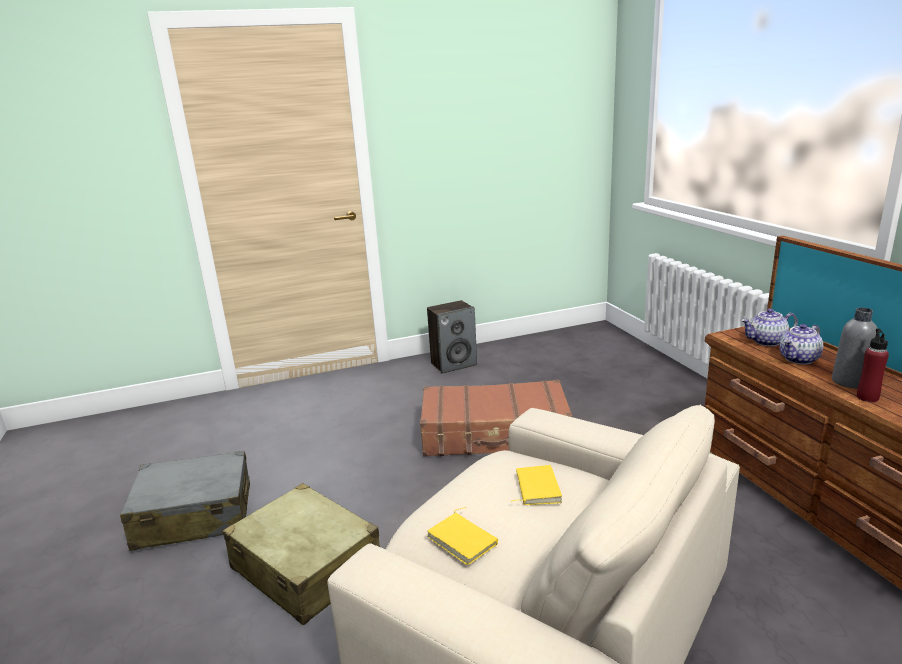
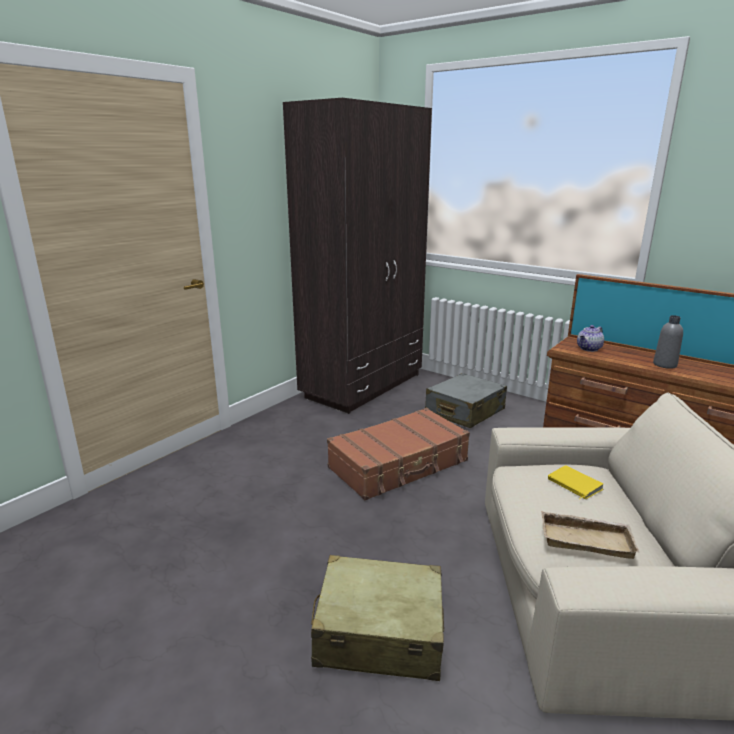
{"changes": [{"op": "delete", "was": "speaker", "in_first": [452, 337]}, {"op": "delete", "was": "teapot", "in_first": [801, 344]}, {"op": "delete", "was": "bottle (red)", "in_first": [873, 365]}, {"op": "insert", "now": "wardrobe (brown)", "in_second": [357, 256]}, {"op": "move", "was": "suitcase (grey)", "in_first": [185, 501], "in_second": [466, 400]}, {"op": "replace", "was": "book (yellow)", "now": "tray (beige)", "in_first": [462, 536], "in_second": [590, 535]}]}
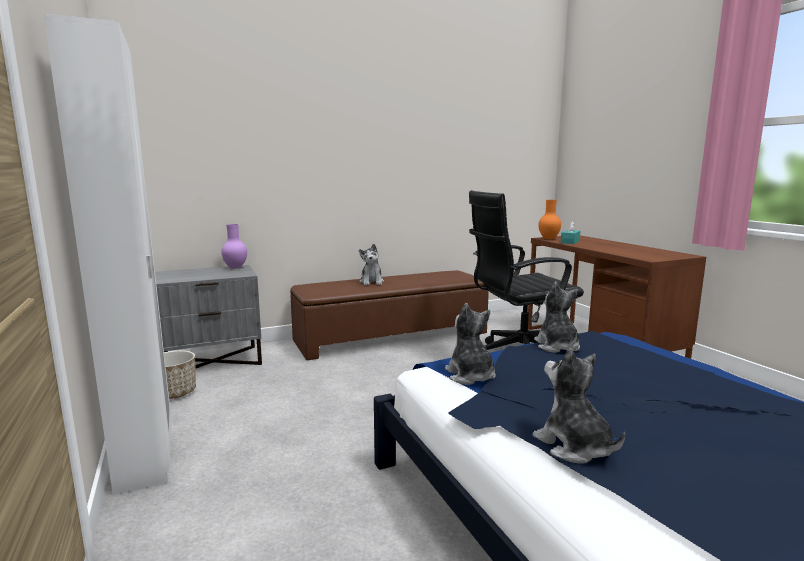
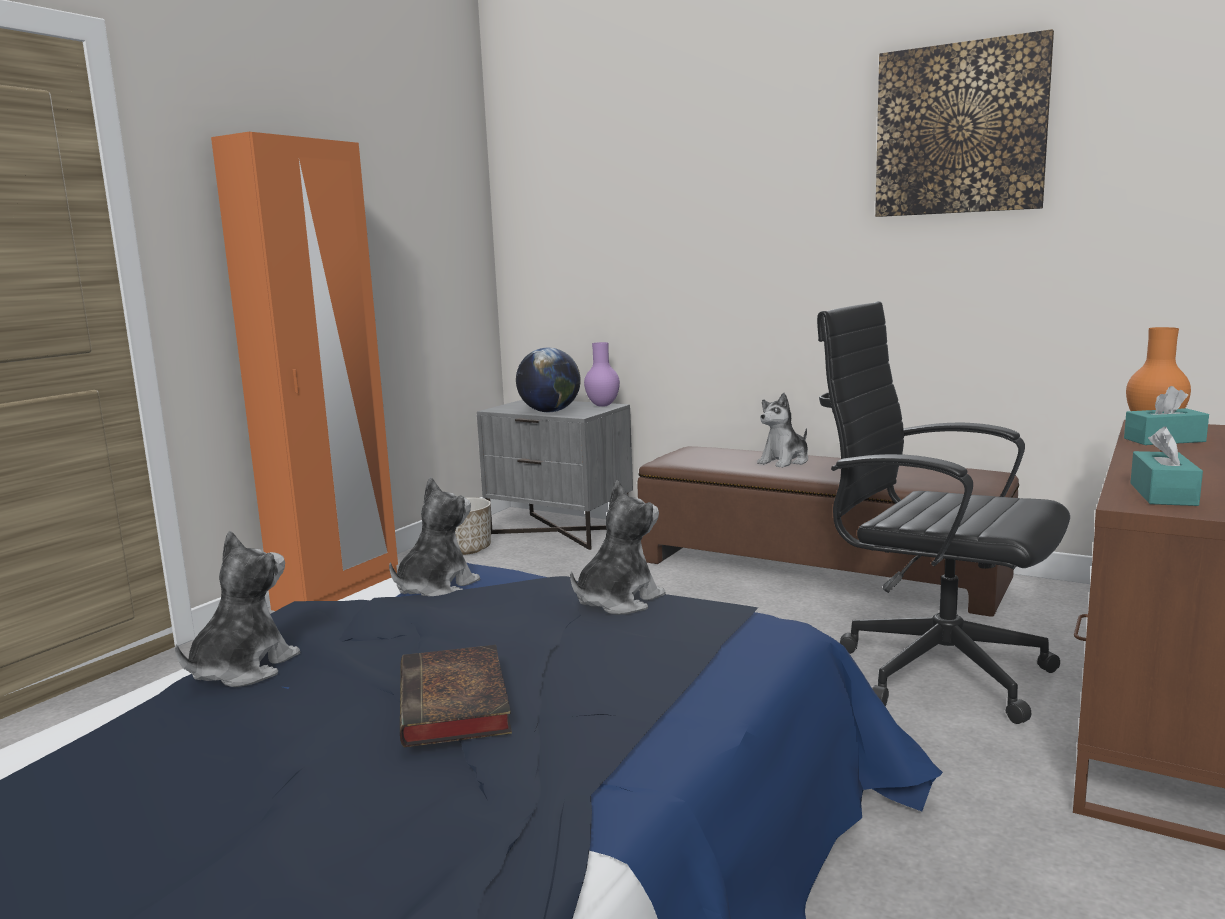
{"changes": [{"op": "insert", "now": "book", "in_second": [456, 696]}, {"op": "insert", "now": "globe", "in_second": [548, 380]}, {"op": "insert", "now": "picture", "in_second": [964, 123]}, {"op": "insert", "now": "tissue box (turquoise)", "in_second": [1166, 466]}, {"op": "recolor", "was": "wardrobe (white)", "now": "wardrobe (orange)", "in_first": [107, 254], "in_second": [304, 371]}]}
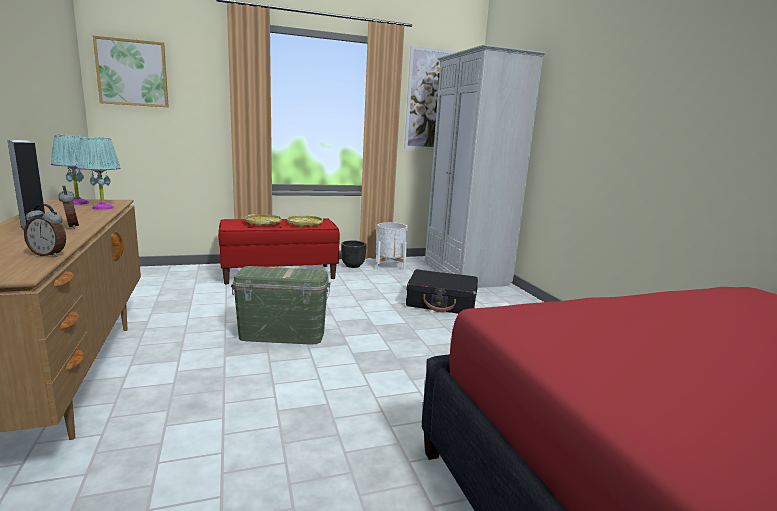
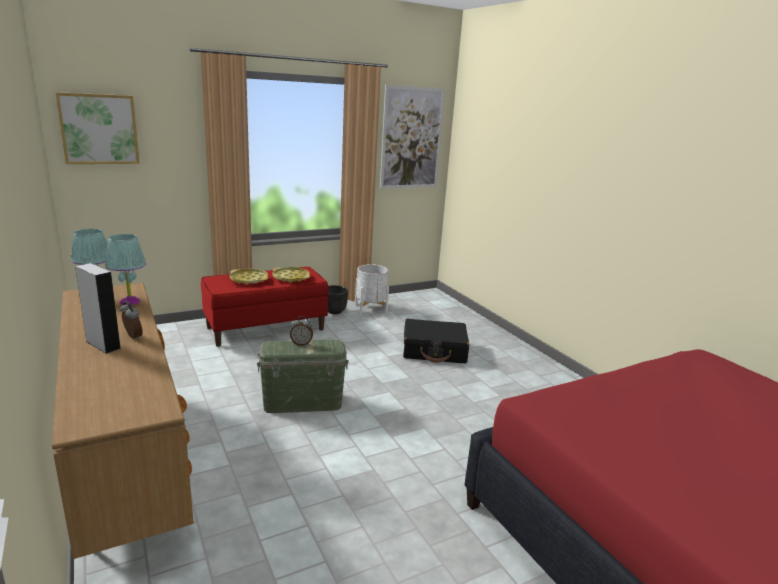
{"changes": [{"op": "delete", "was": "wardrobe (white)", "in_first": [485, 166]}, {"op": "move", "was": "alarm clock", "in_first": [45, 230], "in_second": [301, 331]}]}
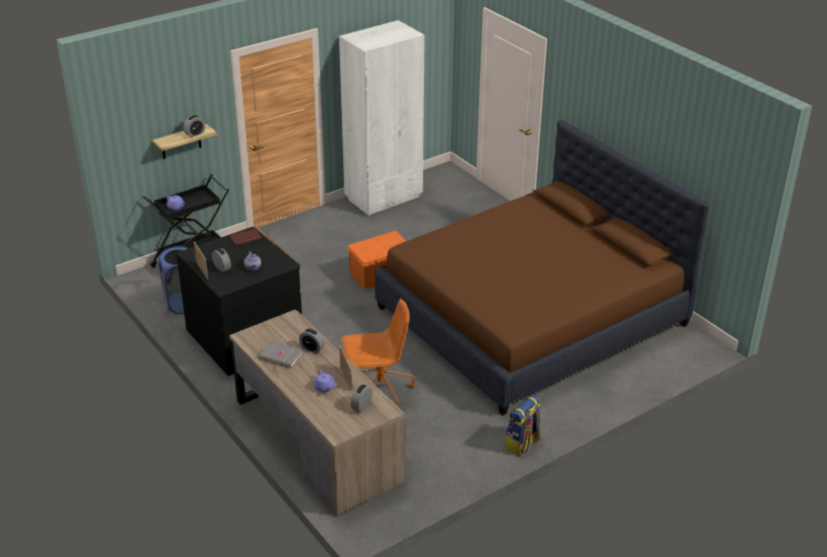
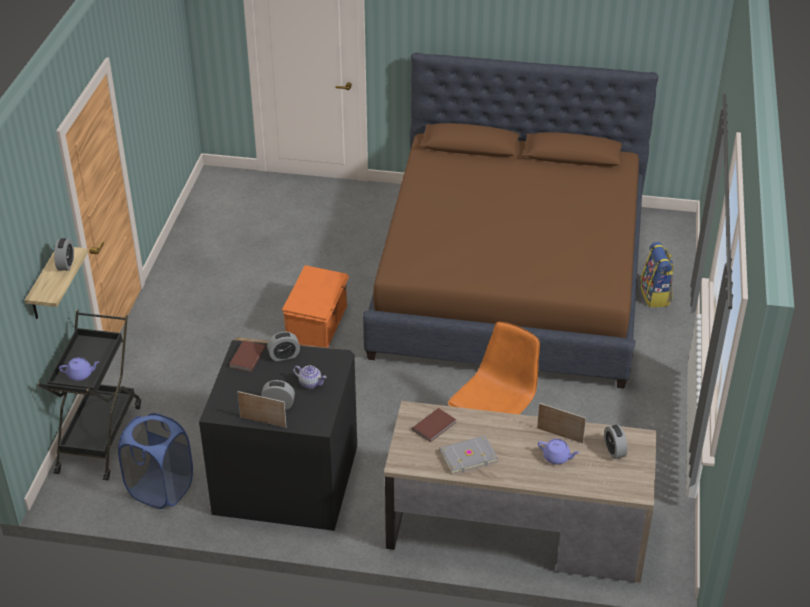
{"changes": [{"op": "delete", "was": "wardrobe (white)", "in_first": [382, 118]}, {"op": "insert", "now": "book (brown)", "in_second": [434, 425]}, {"op": "move", "was": "alarm clock", "in_first": [312, 340], "in_second": [283, 346]}, {"op": "move", "was": "backpack", "in_first": [523, 425], "in_second": [657, 275]}]}
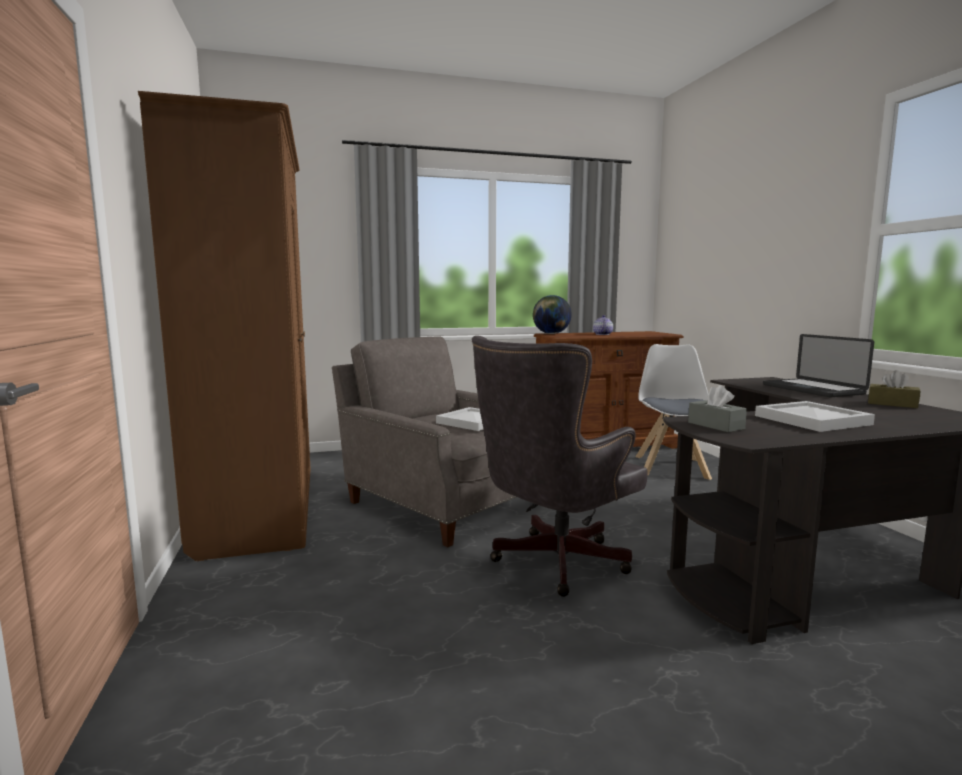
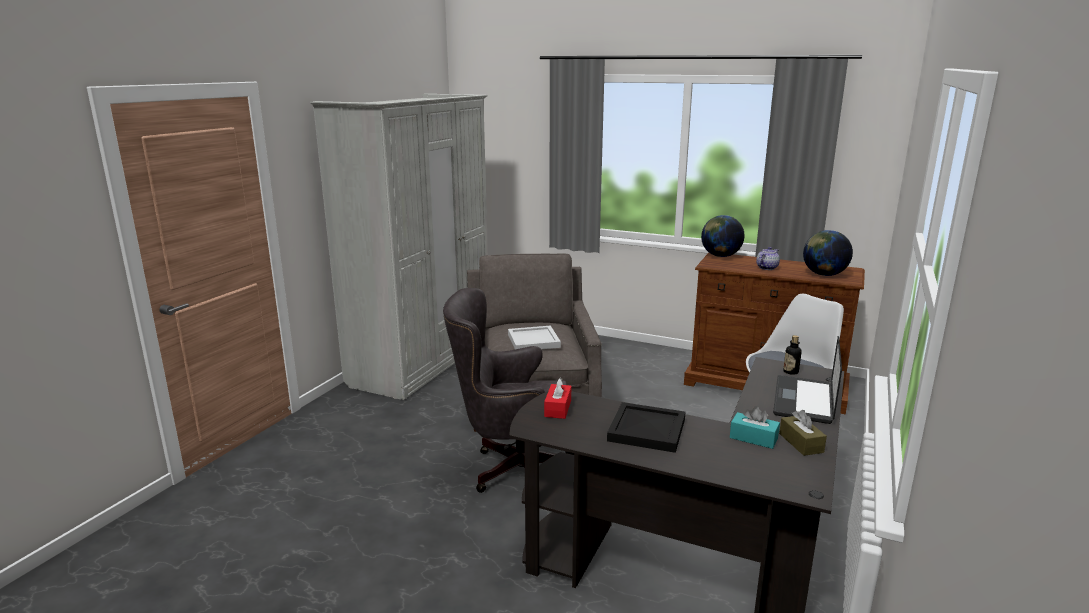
{"changes": [{"op": "insert", "now": "tissue box (turquoise)", "in_second": [755, 427]}, {"op": "insert", "now": "bottle", "in_second": [792, 355]}, {"op": "insert", "now": "globe", "in_second": [828, 253]}, {"op": "recolor", "was": "wardrobe (brown)", "now": "wardrobe (white)", "in_first": [224, 326], "in_second": [399, 247]}, {"op": "recolor", "was": "tissue box (grey)", "now": "tissue box (red)", "in_first": [717, 408], "in_second": [557, 398]}, {"op": "recolor", "was": "tray (white)", "now": "tray (black)", "in_first": [815, 416], "in_second": [646, 427]}]}
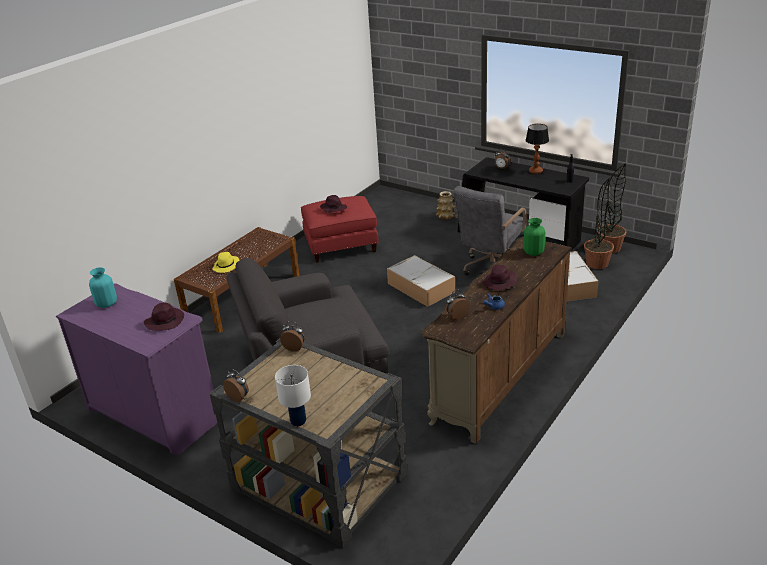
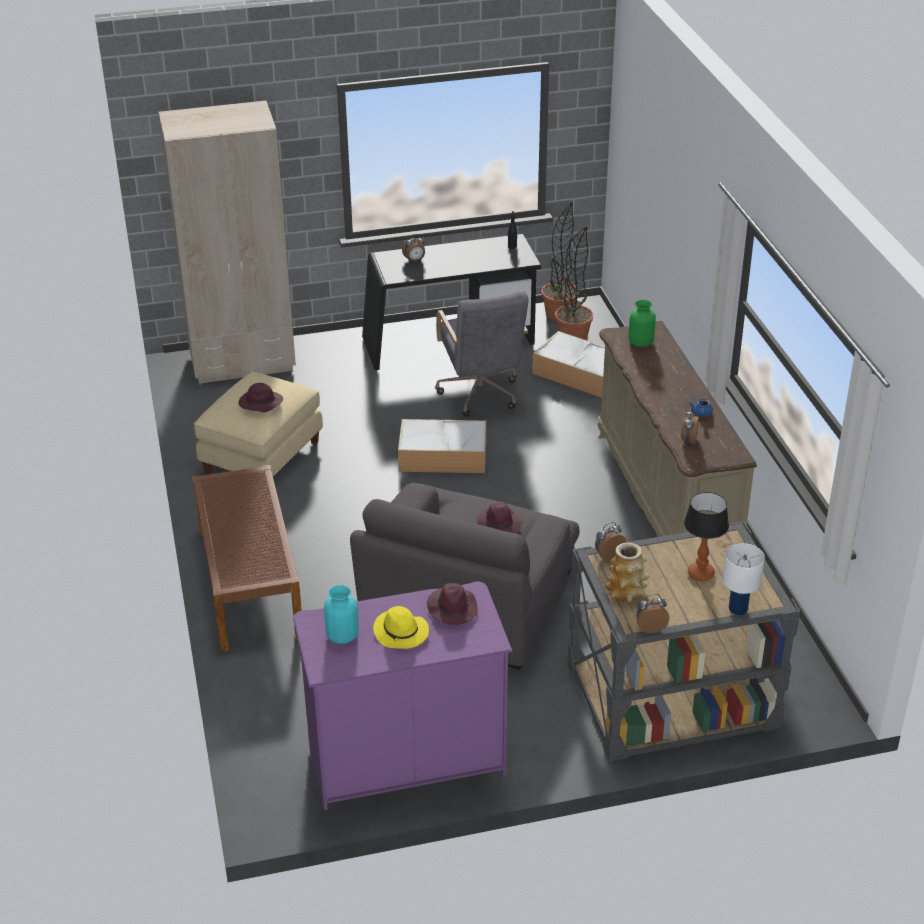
{"changes": [{"op": "insert", "now": "wardrobe (beige)", "in_second": [227, 243]}, {"op": "move", "was": "hat (yellow)", "in_first": [225, 262], "in_second": [401, 627]}, {"op": "move", "was": "vase", "in_first": [446, 205], "in_second": [626, 573]}, {"op": "move", "was": "hat (purple)", "in_first": [499, 277], "in_second": [499, 517]}, {"op": "move", "was": "table lamp", "in_first": [537, 149], "in_second": [706, 536]}, {"op": "recolor", "was": "ottoman (red)", "now": "ottoman (beige)", "in_first": [340, 229], "in_second": [258, 432]}]}
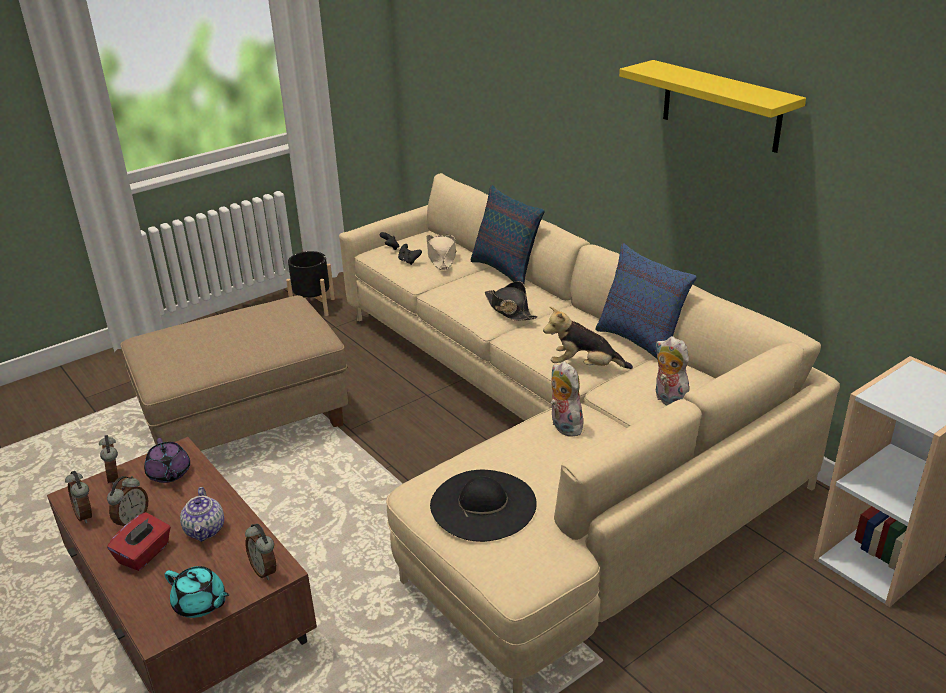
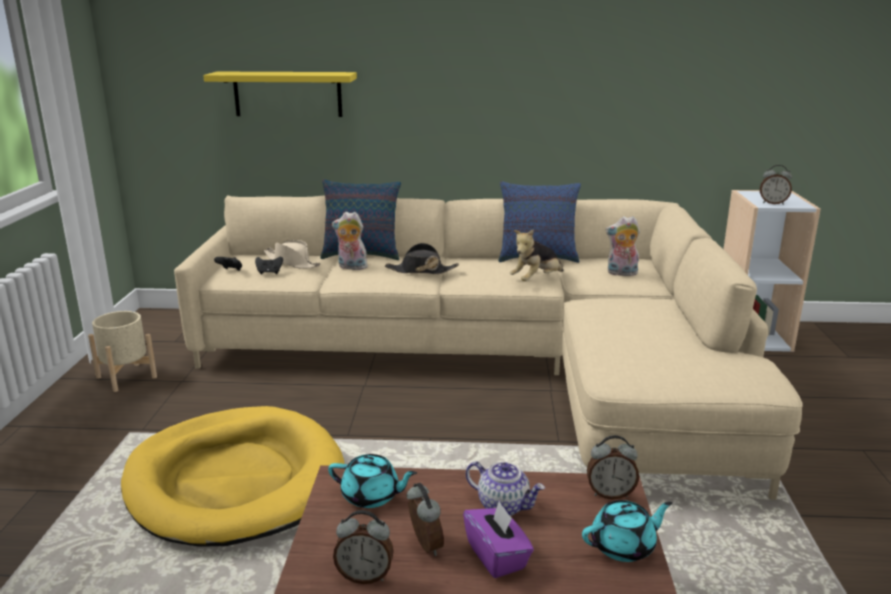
{"changes": [{"op": "delete", "was": "hat (black)", "in_first": [483, 506]}, {"op": "move", "was": "alarm clock", "in_first": [108, 459], "in_second": [776, 185]}, {"op": "move", "was": "plush toy", "in_first": [568, 399], "in_second": [350, 241]}, {"op": "move", "was": "shelf (yellow)", "in_first": [712, 106], "in_second": [280, 94]}, {"op": "replace", "was": "ottoman (beige)", "now": "dog bed (yellow)", "in_first": [234, 373], "in_second": [232, 476]}, {"op": "recolor", "was": "tissue box (red)", "now": "tissue box (purple)", "in_first": [139, 541], "in_second": [498, 539]}, {"op": "recolor", "was": "teapot (purple)", "now": "teapot (turquoise)", "in_first": [167, 460], "in_second": [372, 481]}, {"op": "recolor", "was": "planter (black)", "now": "planter (beige)", "in_first": [310, 283], "in_second": [122, 351]}]}
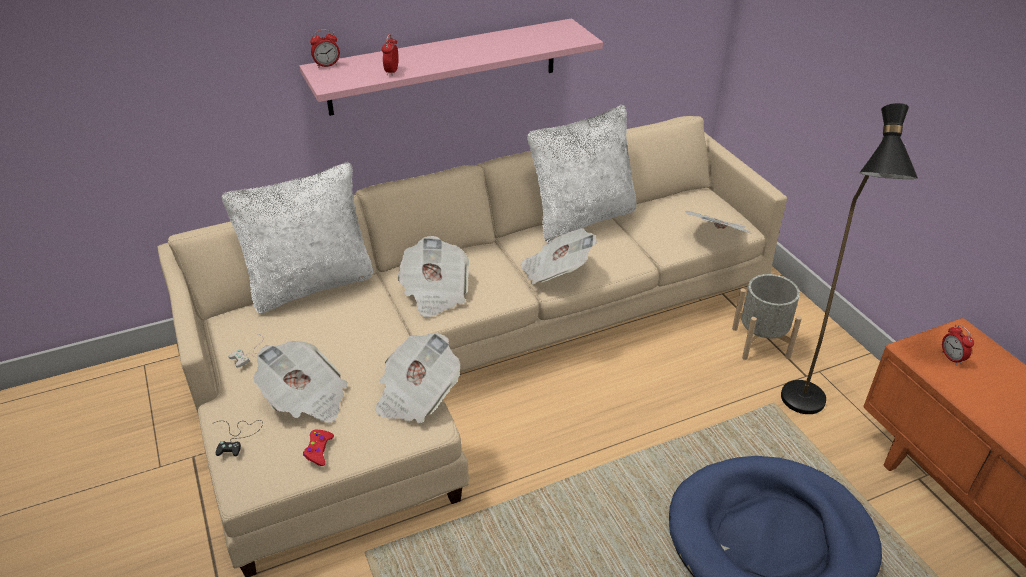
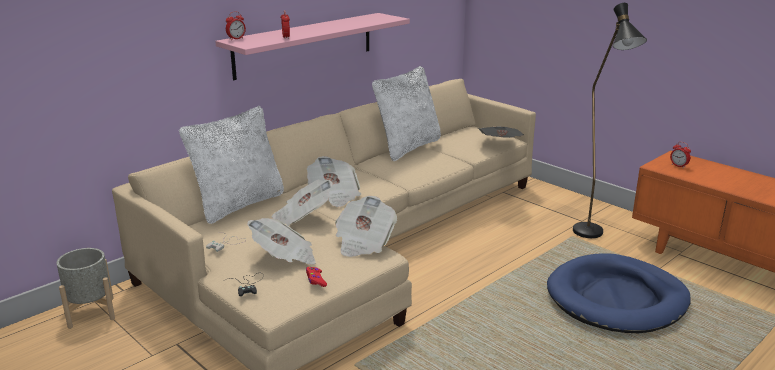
{"changes": [{"op": "move", "was": "newspaper", "in_first": [558, 256], "in_second": [302, 202]}, {"op": "move", "was": "planter (grey)", "in_first": [767, 317], "in_second": [86, 288]}]}
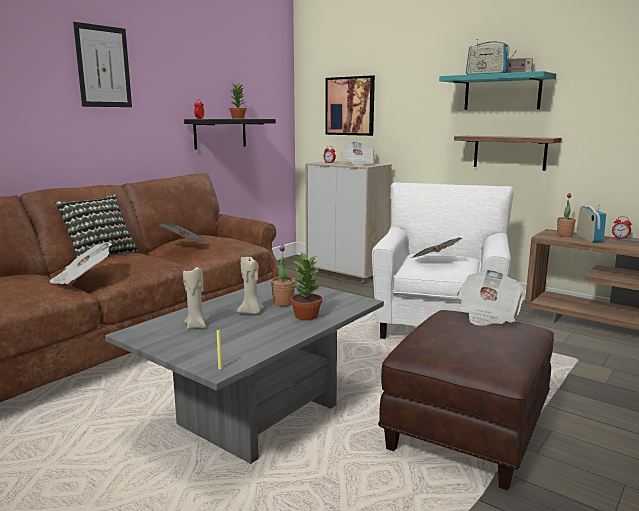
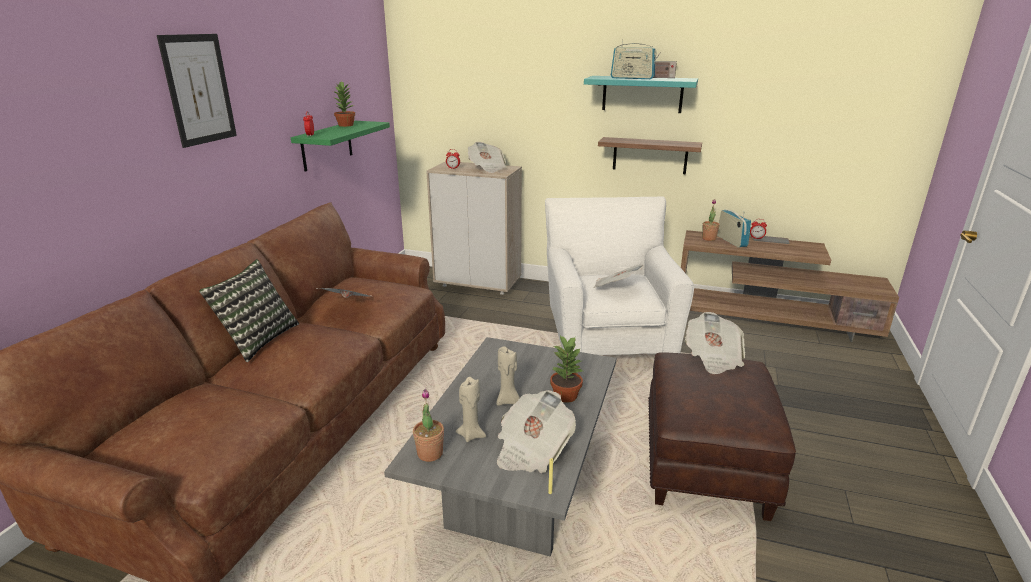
{"changes": [{"op": "delete", "was": "picture", "in_first": [350, 105]}, {"op": "move", "was": "newspaper", "in_first": [81, 263], "in_second": [536, 431]}, {"op": "move", "was": "potted plant", "in_first": [283, 275], "in_second": [428, 425]}, {"op": "recolor", "was": "shelf (black)", "now": "shelf (green)", "in_first": [230, 134], "in_second": [340, 146]}]}
